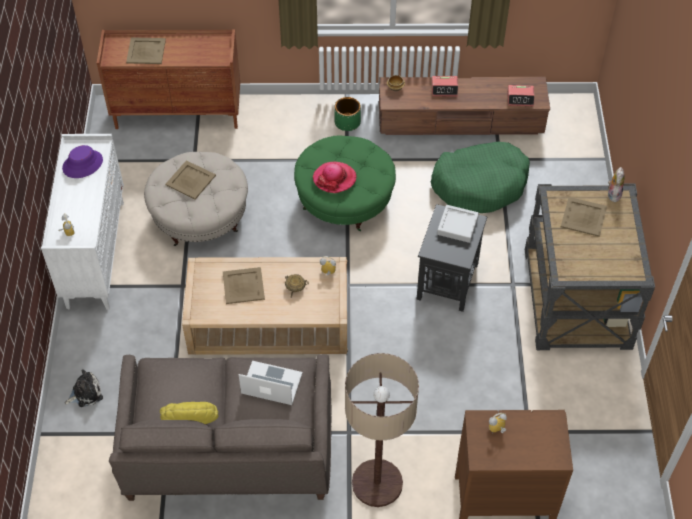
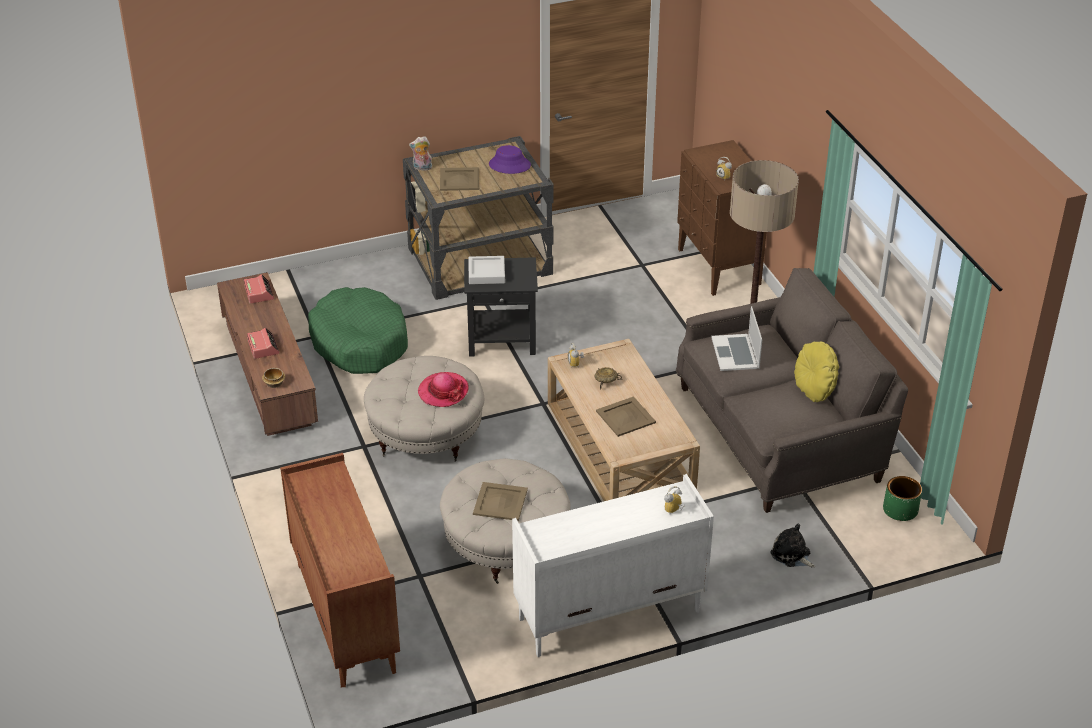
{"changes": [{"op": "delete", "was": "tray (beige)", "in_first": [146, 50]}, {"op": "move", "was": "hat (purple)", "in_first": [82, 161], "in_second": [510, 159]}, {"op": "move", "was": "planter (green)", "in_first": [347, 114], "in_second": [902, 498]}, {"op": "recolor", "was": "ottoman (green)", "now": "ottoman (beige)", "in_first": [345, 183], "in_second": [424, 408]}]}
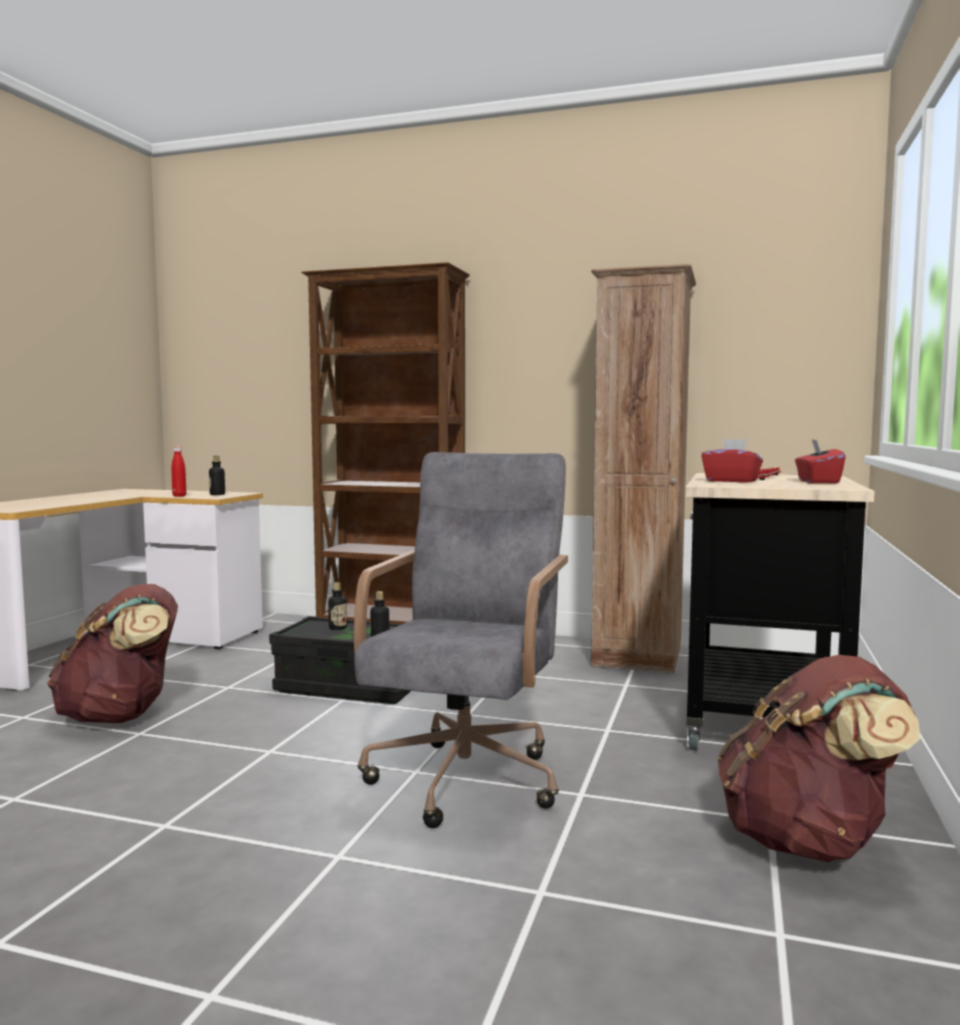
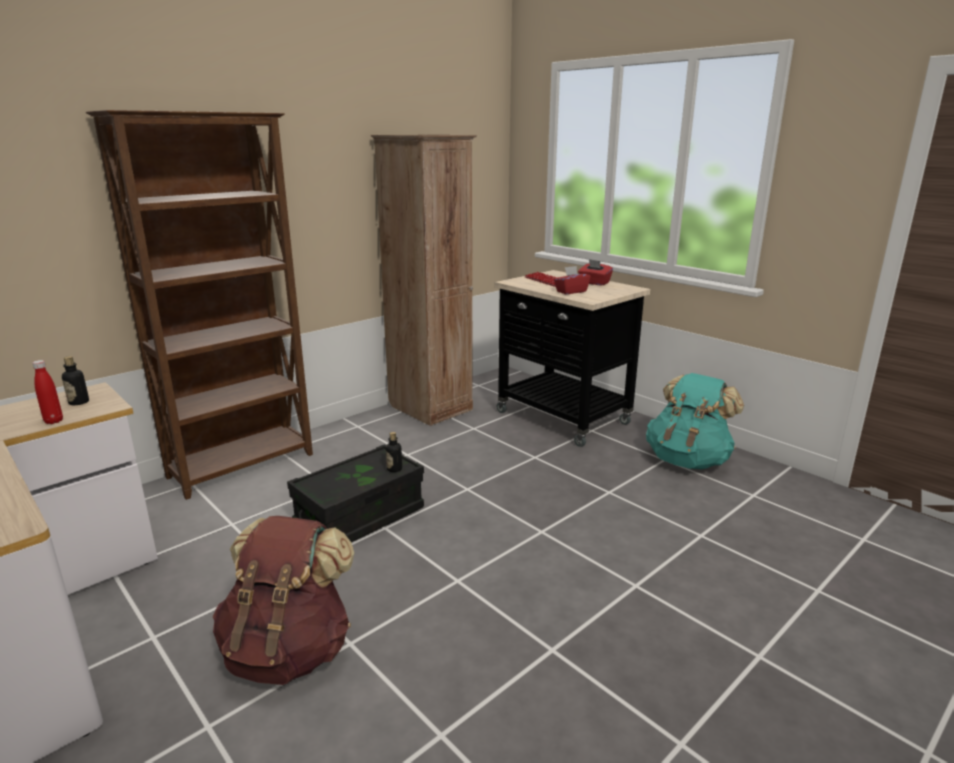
{"changes": [{"op": "delete", "was": "bottle", "in_first": [337, 606]}, {"op": "delete", "was": "office chair (grey)", "in_first": [461, 640]}, {"op": "recolor", "was": "backpack (brown)", "now": "backpack (turquoise)", "in_first": [818, 758], "in_second": [695, 421]}]}
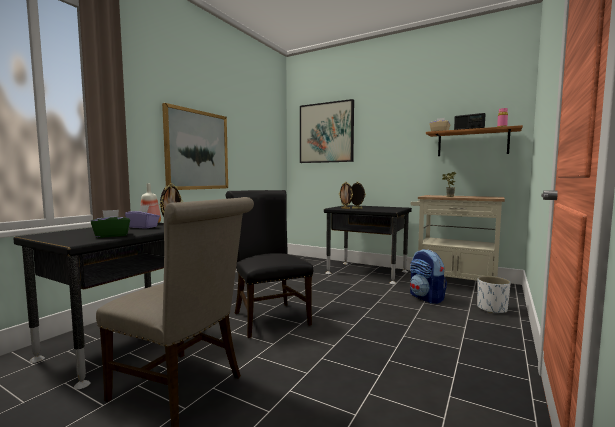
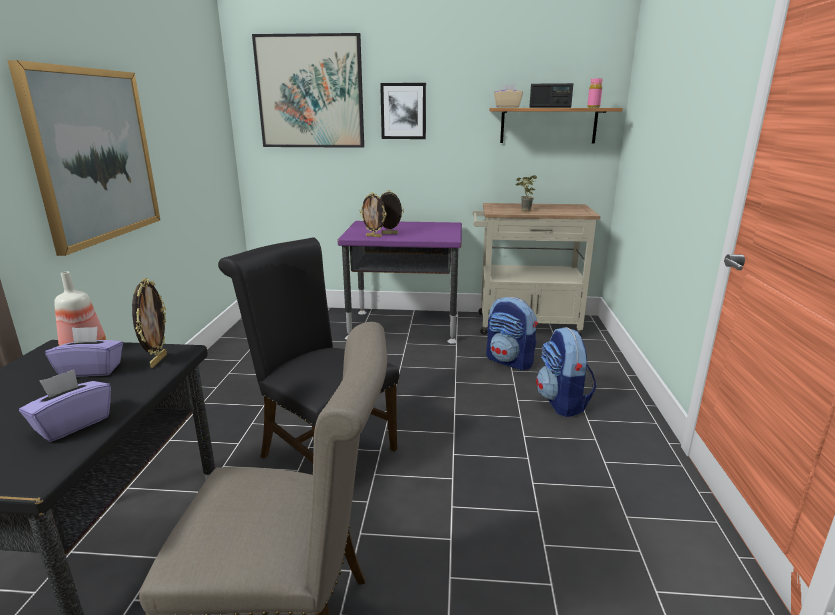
{"changes": [{"op": "delete", "was": "planter (white)", "in_first": [494, 294]}, {"op": "insert", "now": "picture", "in_second": [403, 111]}, {"op": "insert", "now": "backpack", "in_second": [566, 372]}, {"op": "recolor", "was": "tissue box (green)", "now": "tissue box (purple)", "in_first": [110, 224], "in_second": [65, 405]}, {"op": "recolor", "was": "desk (black)", "now": "desk (purple)", "in_first": [368, 244], "in_second": [400, 282]}]}
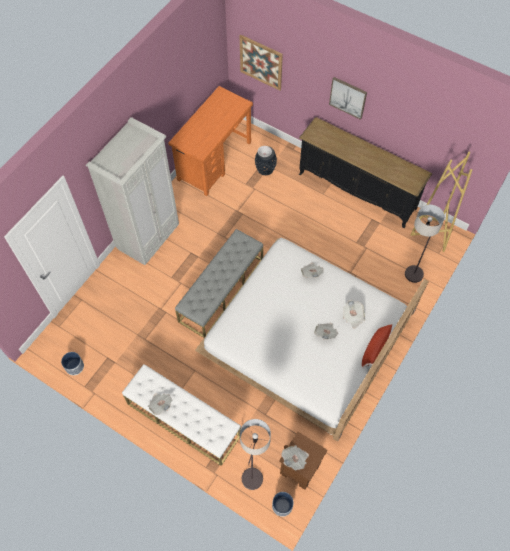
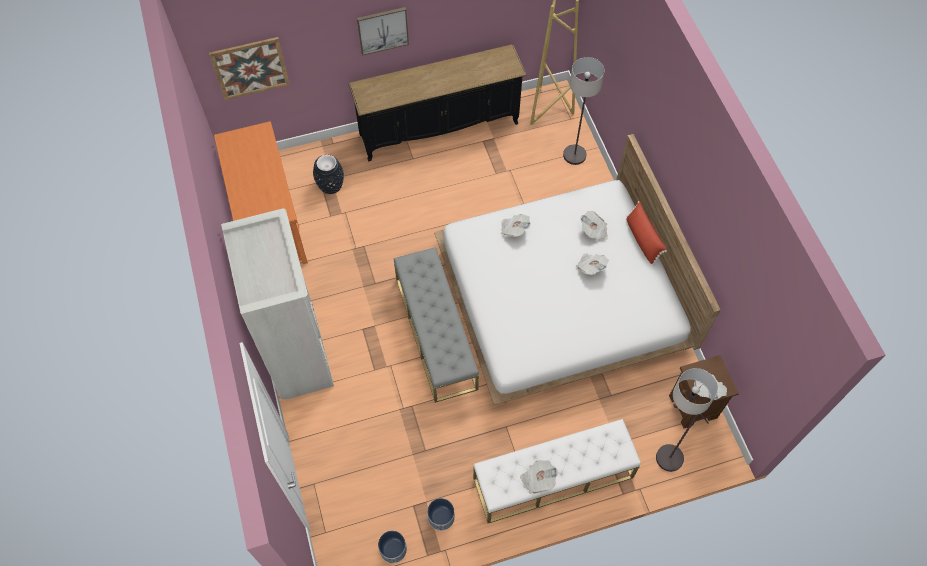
{"changes": [{"op": "move", "was": "planter", "in_first": [283, 504], "in_second": [441, 514]}]}
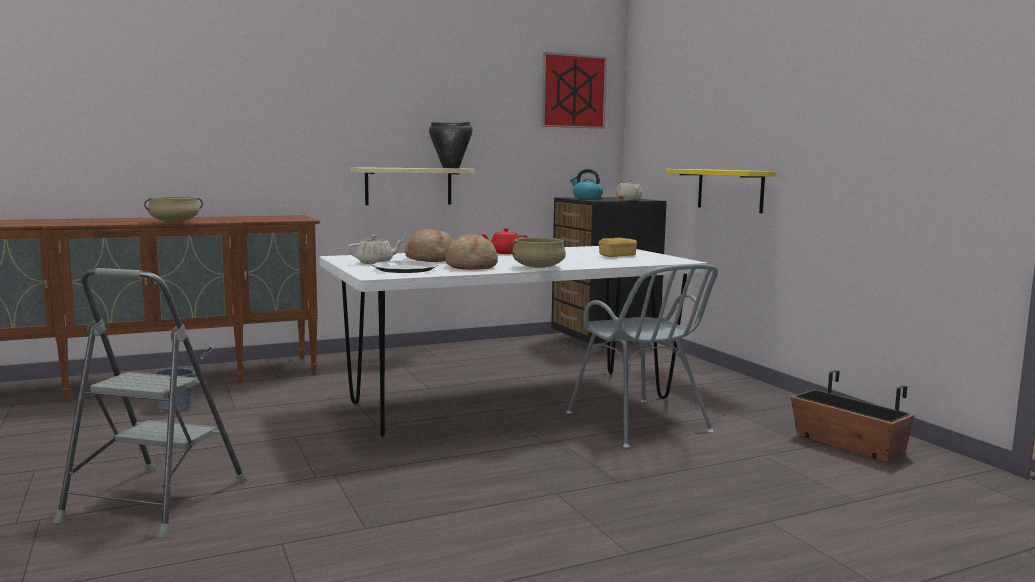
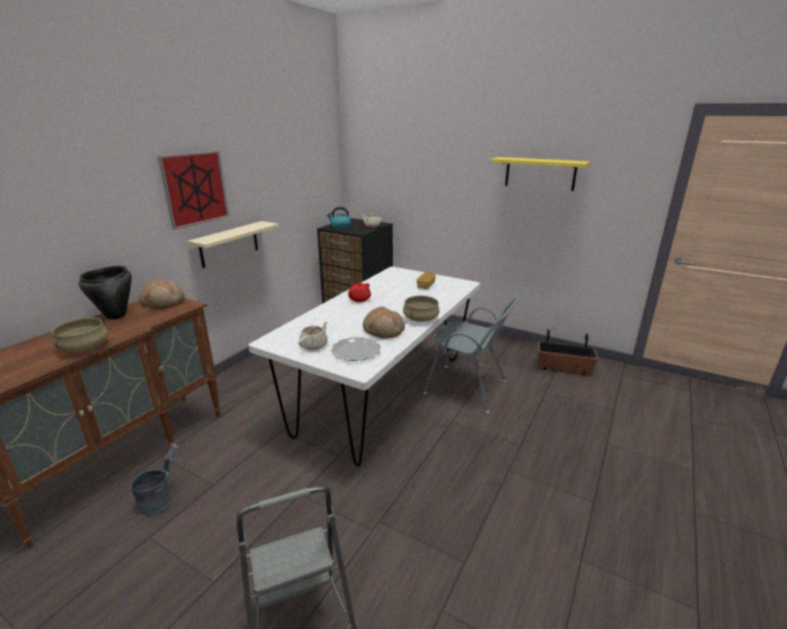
{"changes": [{"op": "move", "was": "bread", "in_first": [429, 245], "in_second": [162, 293]}, {"op": "move", "was": "cooking pot (black)", "in_first": [451, 145], "in_second": [105, 293]}, {"op": "move", "was": "picture", "in_first": [574, 90], "in_second": [193, 190]}, {"op": "move", "was": "shelf (yellow)", "in_first": [721, 191], "in_second": [540, 174]}]}
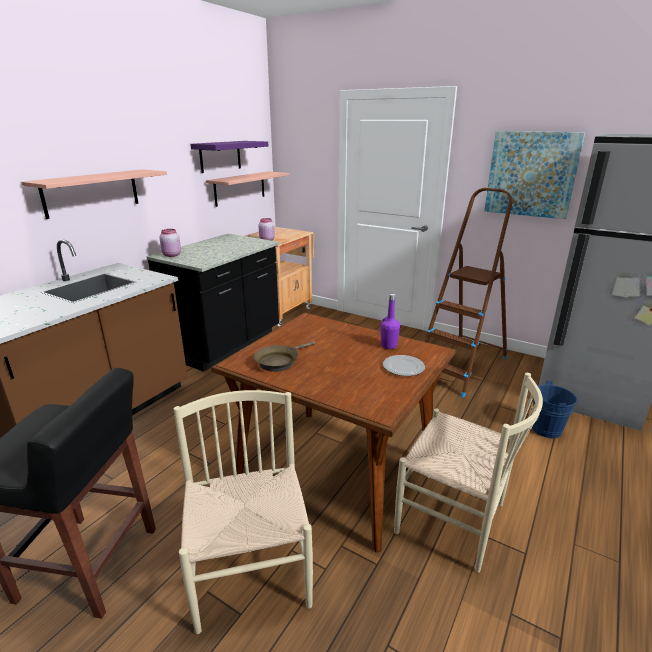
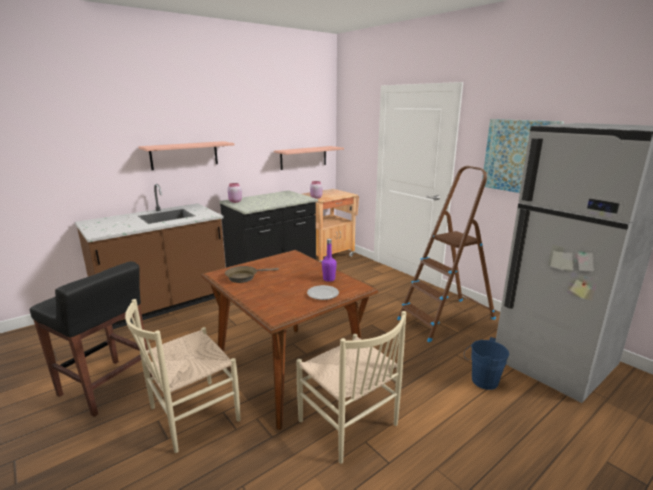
{"changes": [{"op": "delete", "was": "shelf (purple)", "in_first": [229, 157]}, {"op": "rotate", "was": "chair (beige)", "in_first": [243, 512], "in_second": [183, 376], "clockwise": -135}]}
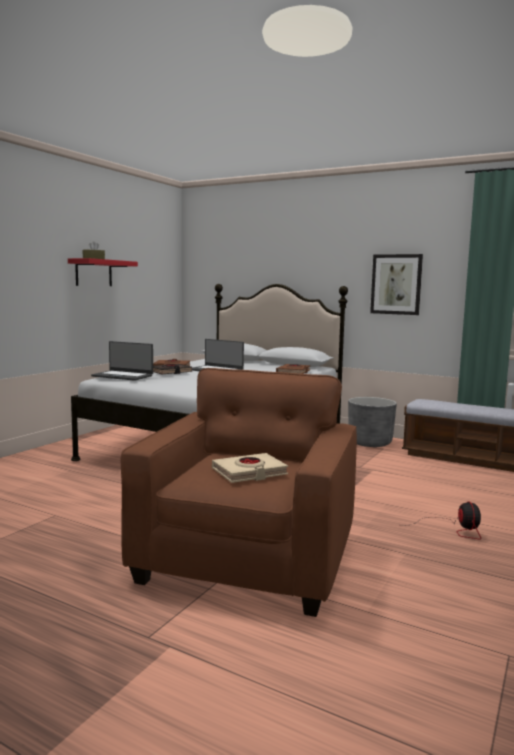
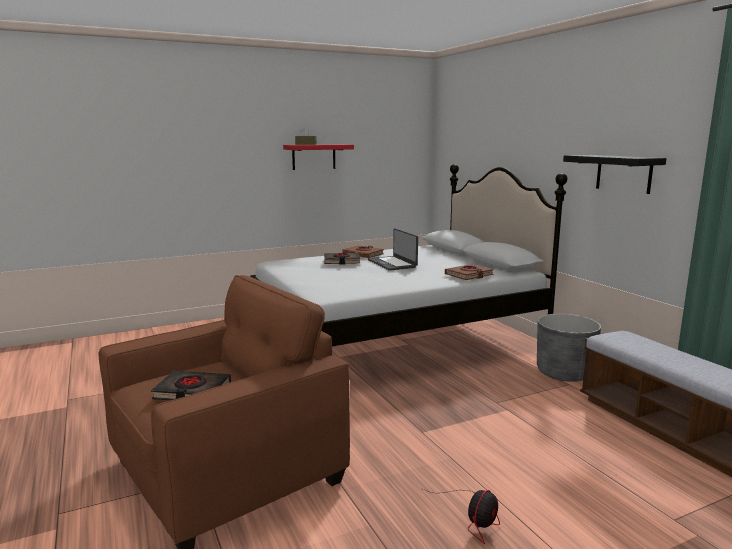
{"changes": [{"op": "delete", "was": "laptop", "in_first": [122, 361]}, {"op": "replace", "was": "picture", "now": "shelf (black)", "in_first": [396, 284], "in_second": [615, 174]}, {"op": "recolor", "was": "book (beige)", "now": "book (black)", "in_first": [250, 468], "in_second": [191, 385]}]}
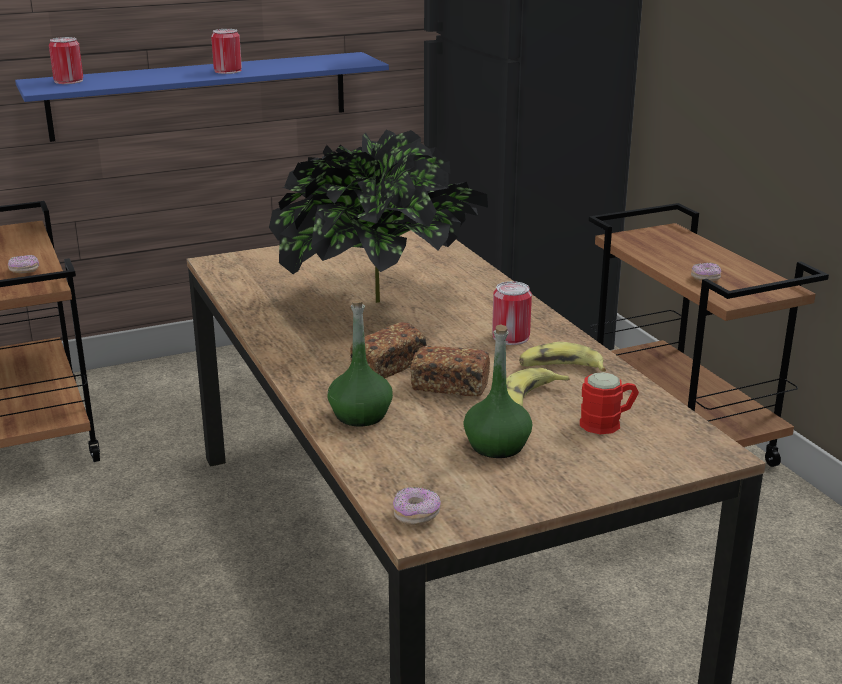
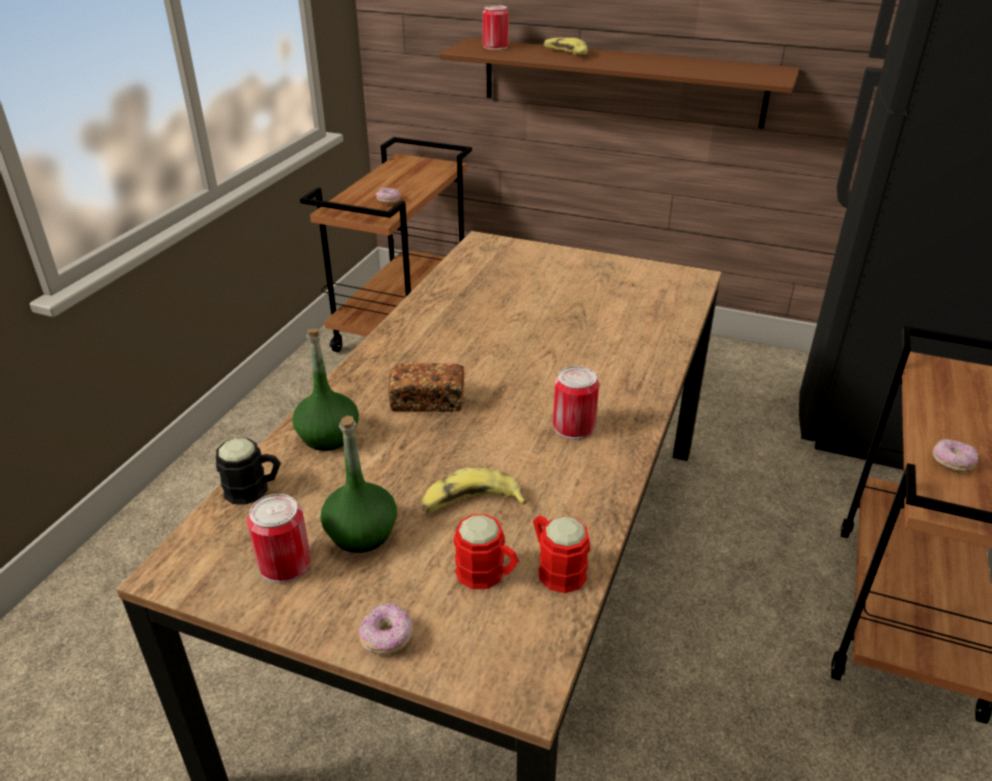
{"changes": [{"op": "delete", "was": "potted plant", "in_first": [378, 216]}, {"op": "delete", "was": "bread", "in_first": [450, 371]}, {"op": "insert", "now": "mug (black)", "in_second": [248, 471]}, {"op": "insert", "now": "mug (red)", "in_second": [561, 554]}, {"op": "move", "was": "can", "in_first": [226, 51], "in_second": [279, 538]}, {"op": "move", "was": "donut", "in_first": [417, 506], "in_second": [386, 628]}, {"op": "move", "was": "banana", "in_first": [562, 357], "in_second": [565, 46]}, {"op": "recolor", "was": "shelf (blue)", "now": "shelf (brown)", "in_first": [202, 97], "in_second": [619, 83]}]}
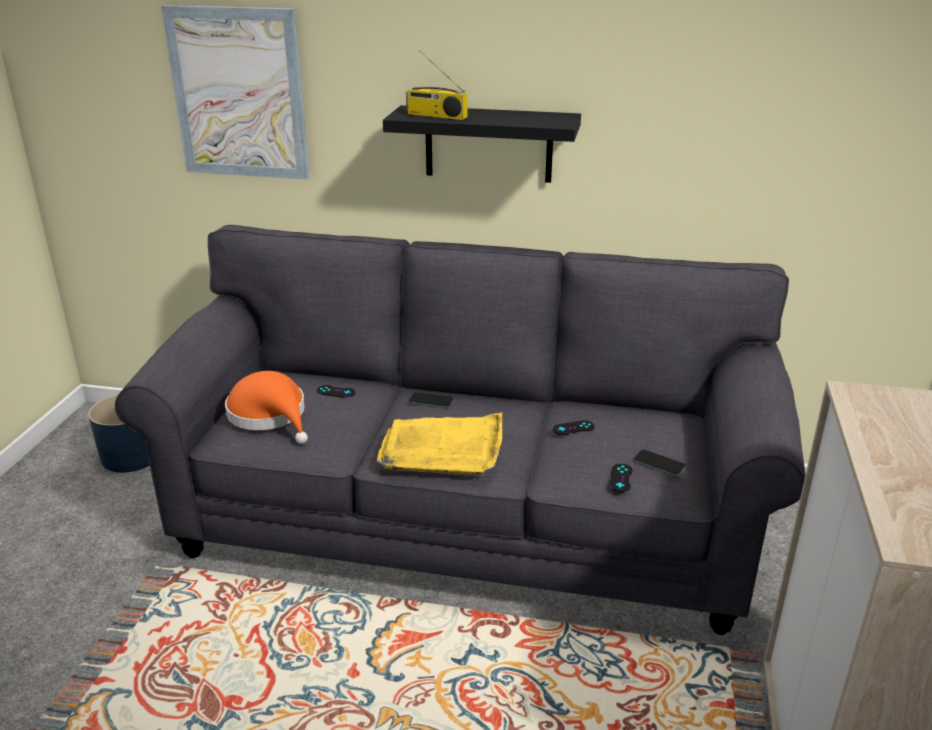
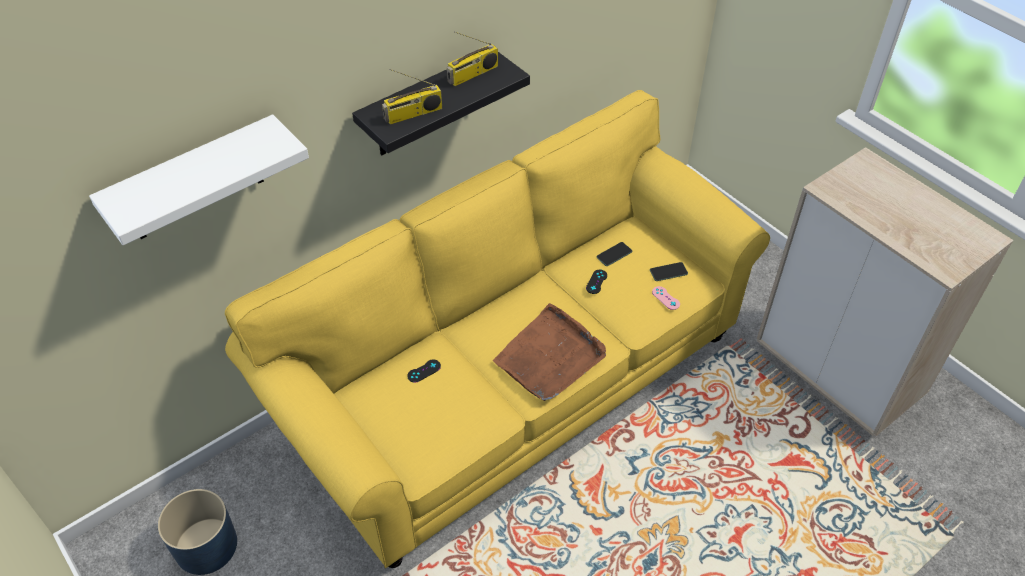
{"changes": [{"op": "delete", "was": "hat (orange)", "in_first": [266, 407]}, {"op": "insert", "now": "radio", "in_second": [472, 58]}, {"op": "move", "was": "phone", "in_first": [431, 400], "in_second": [614, 254]}, {"op": "replace", "was": "picture", "now": "shelf (white)", "in_first": [235, 92], "in_second": [199, 179]}, {"op": "recolor", "was": "sofa (grey)", "now": "sofa (yellow)", "in_first": [460, 430], "in_second": [497, 329]}, {"op": "recolor", "was": "tray (yellow)", "now": "tray (brown)", "in_first": [439, 444], "in_second": [549, 352]}, {"op": "recolor", "was": "game controller (black)", "now": "game controller (pink)", "in_first": [621, 478], "in_second": [666, 298]}]}
